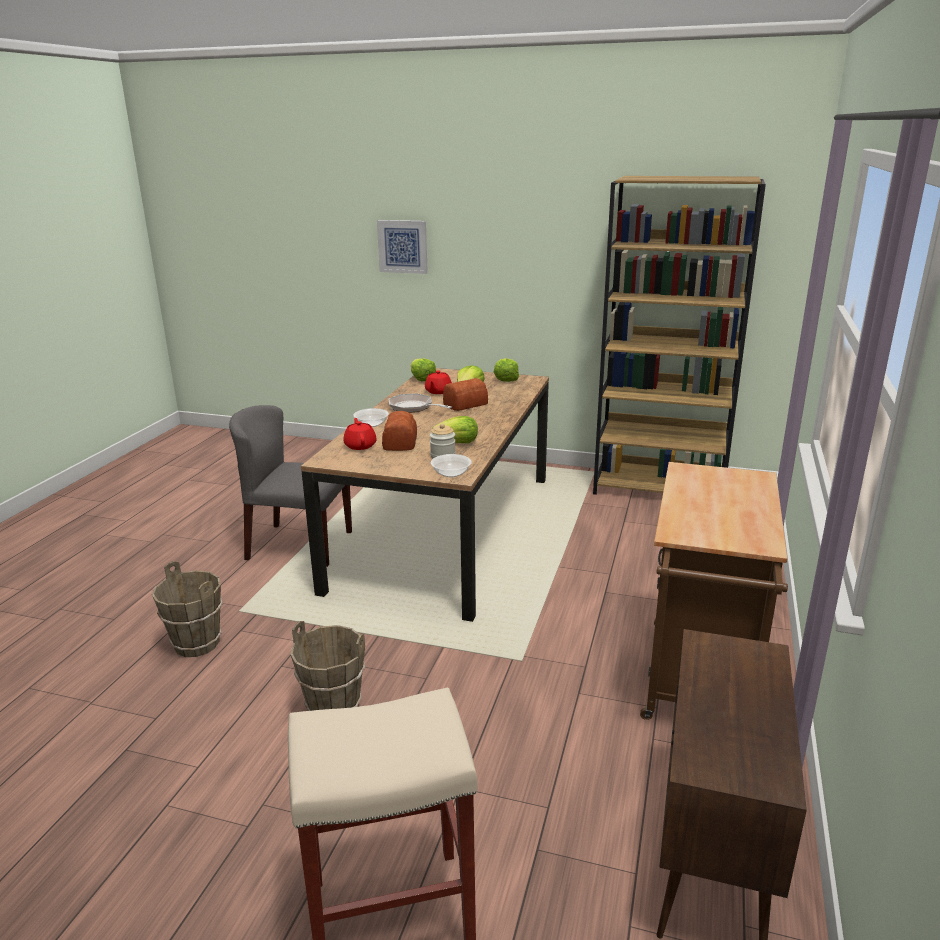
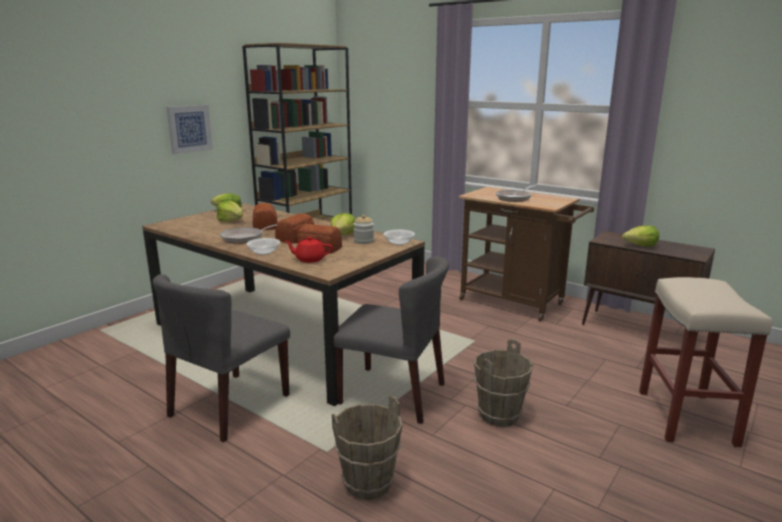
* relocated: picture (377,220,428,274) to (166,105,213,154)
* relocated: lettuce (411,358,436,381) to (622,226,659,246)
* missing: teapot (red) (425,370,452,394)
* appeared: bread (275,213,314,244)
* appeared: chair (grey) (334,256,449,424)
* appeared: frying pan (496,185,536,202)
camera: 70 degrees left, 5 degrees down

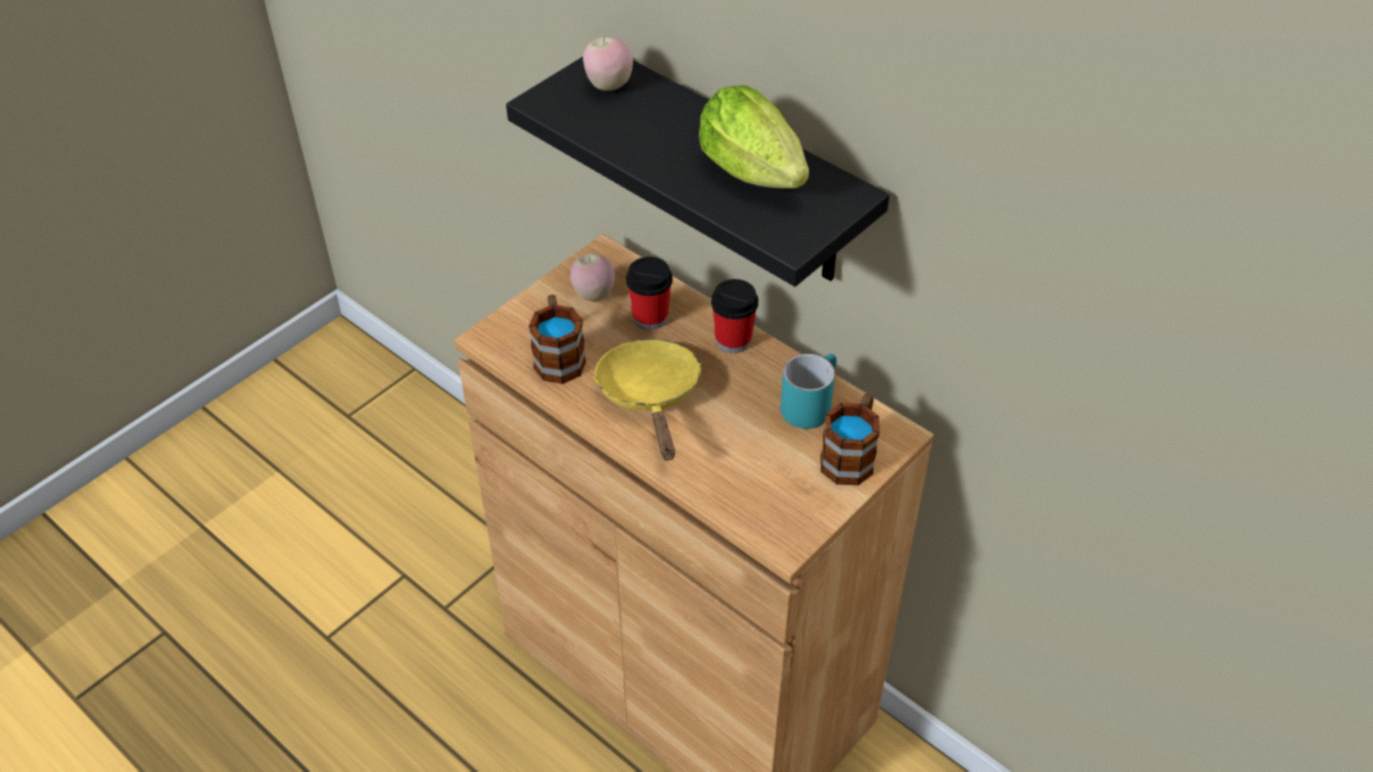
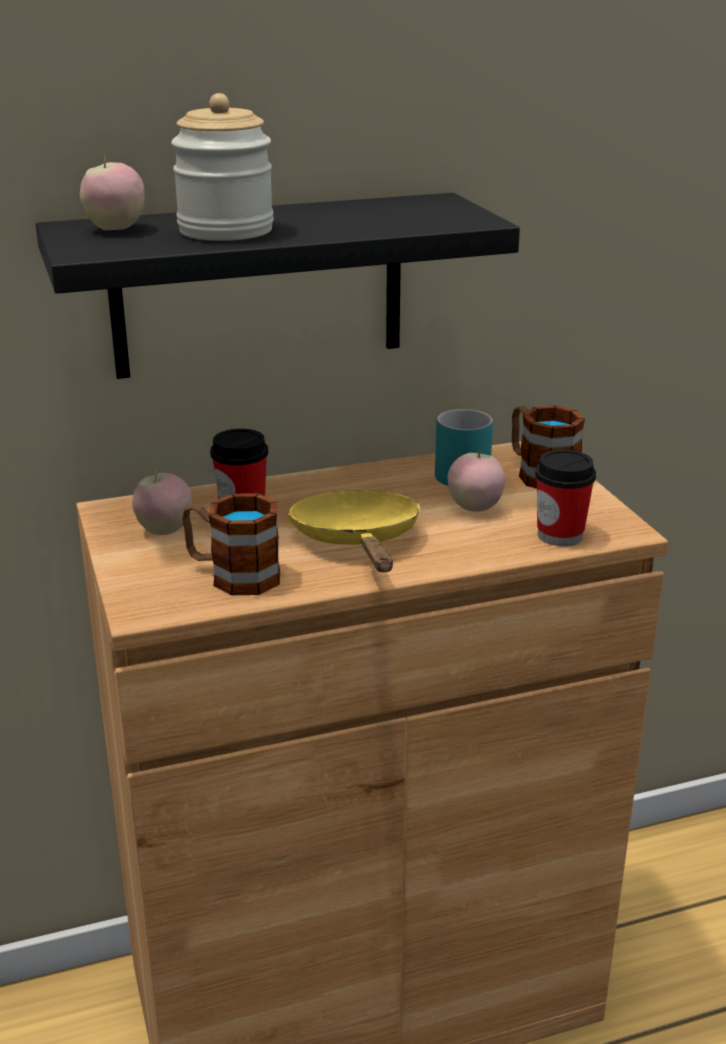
* spun: frying pan (yellow) (593,339,702,460) = (287,490,421,572) 60 degrees clockwise
* missing: lettuce (698,85,809,189)
* relocated: cup (711,279,758,353) to (535,450,596,546)
* appeared: jar (171,93,274,241)
* appeared: apple (447,447,505,512)
camera: 60 degrees left, 20 degrees down

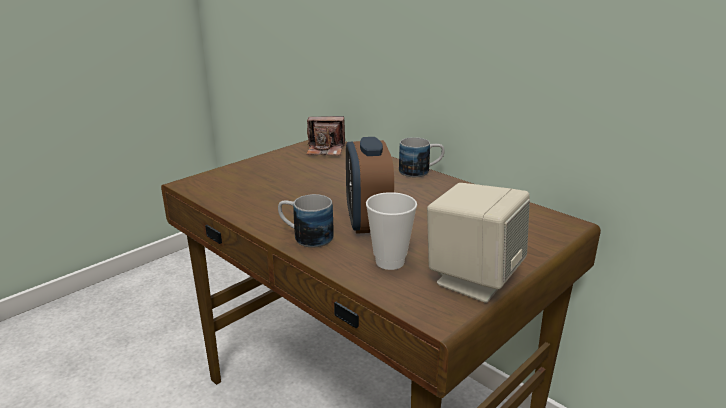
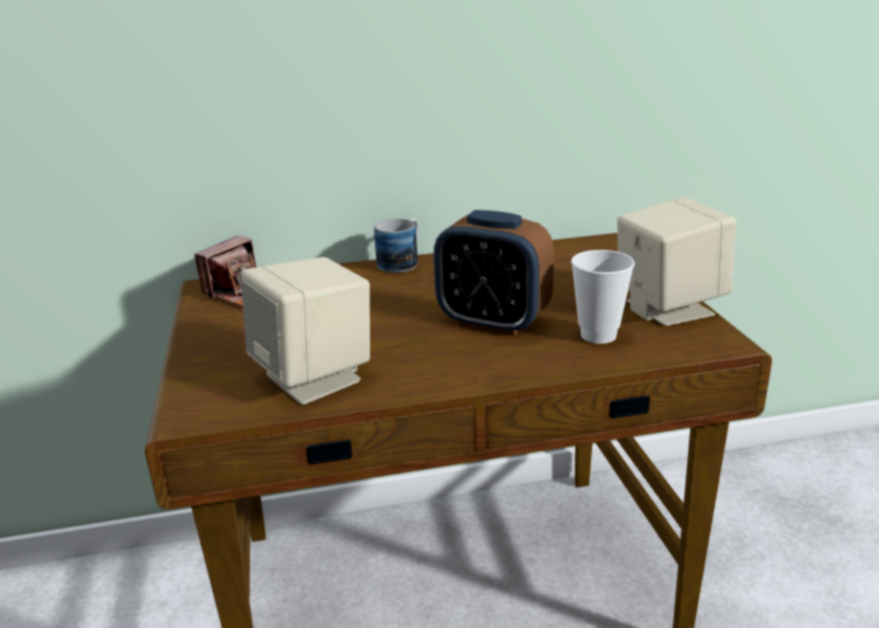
* missing: mug (278,194,334,247)
* appeared: speaker (beige) (241,257,370,405)
camera: 55 degrees left, 0 degrees up

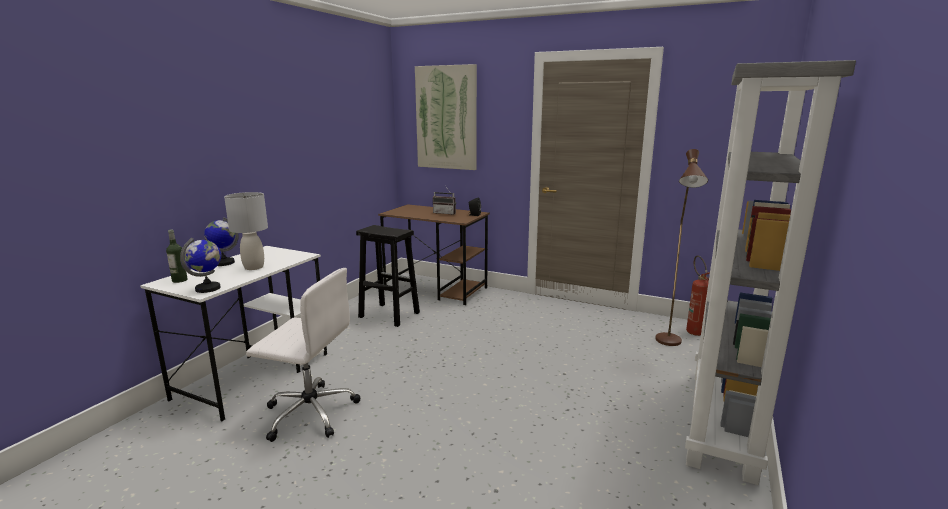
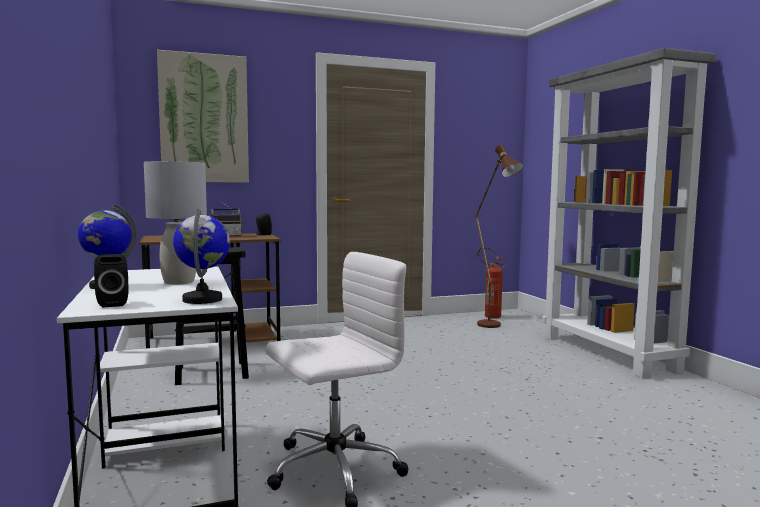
* exchanged: bottle (166,229,188,283) to speaker (black) (94,254,128,307)
camera: 45 degrees left, 10 degrees down

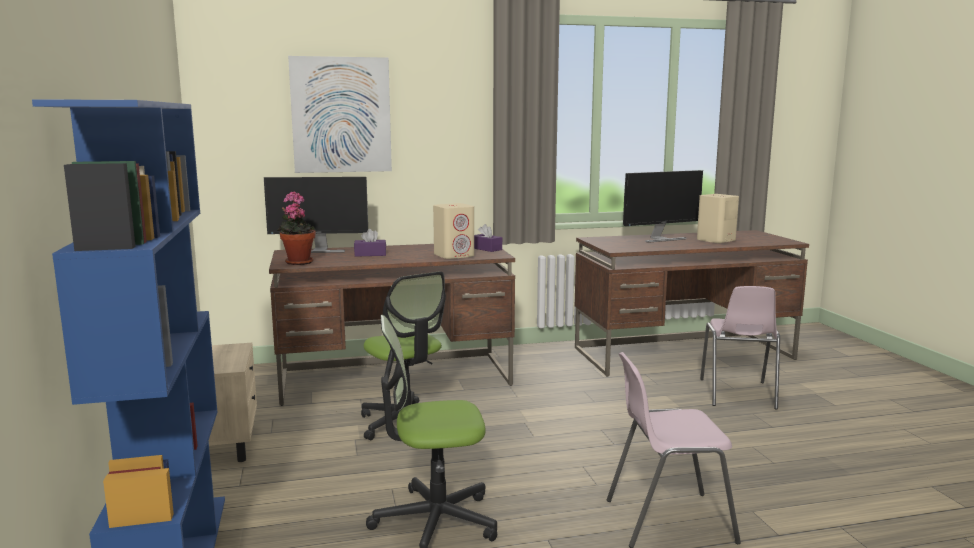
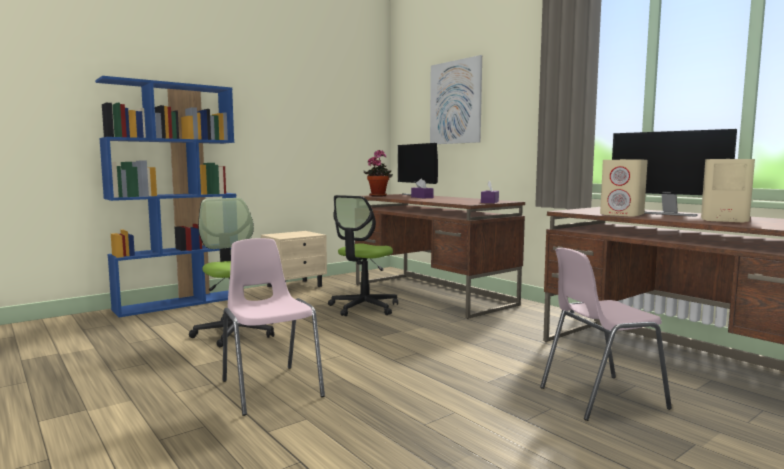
* relocated: speaker (beige) (433,203,474,259) to (600,159,648,217)
camera: 65 degrees right, 5 degrees down

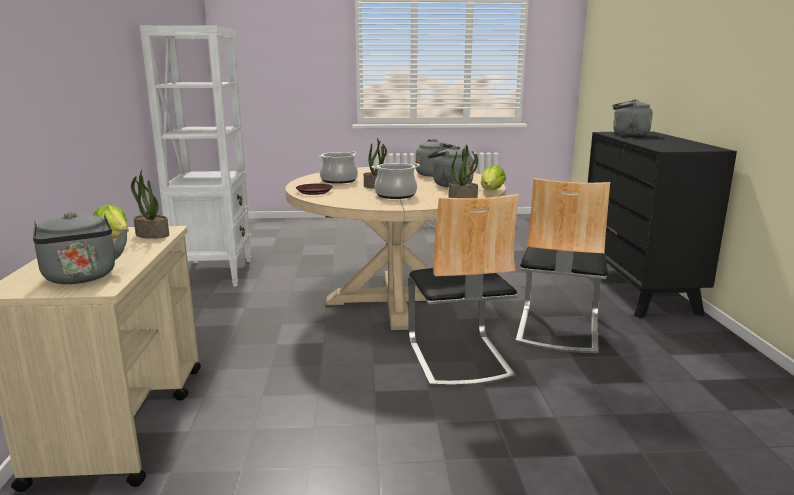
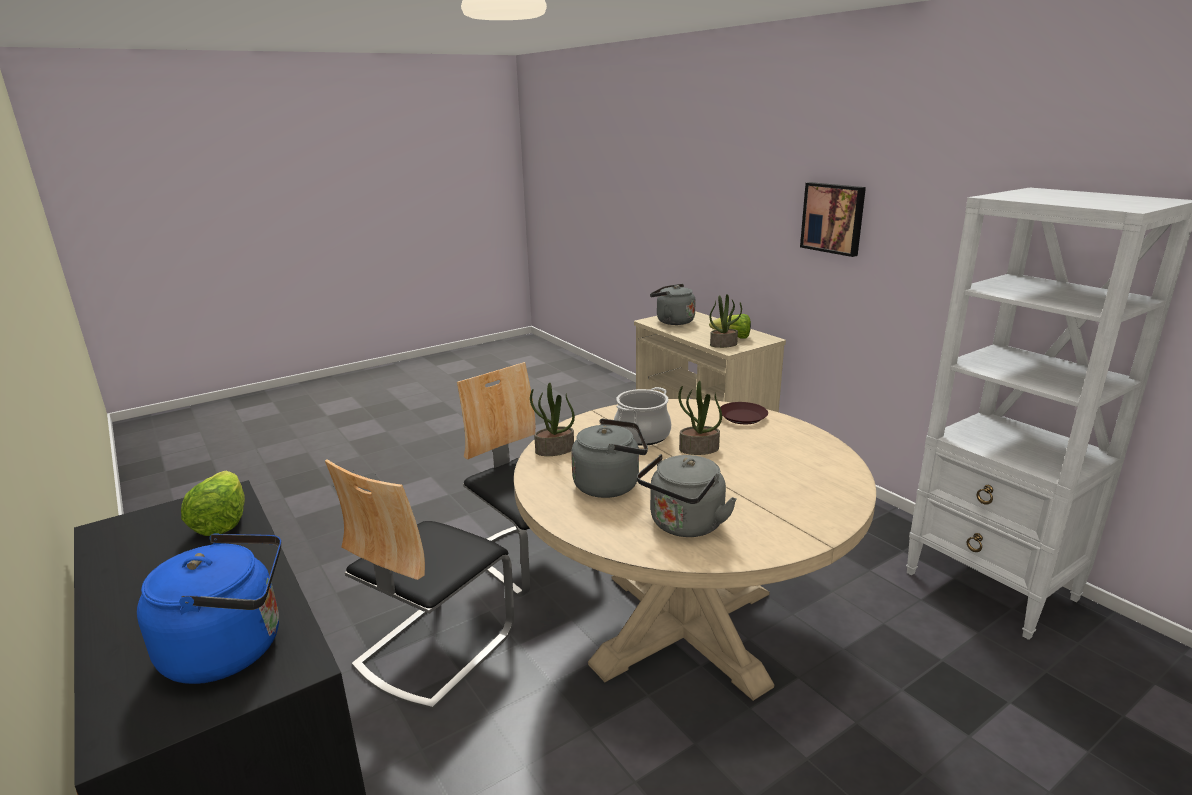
* missing: cooking pot (319,151,358,184)
* relocated: lettuce (481,165,506,190) to (181,471,245,536)
* spun: chair (516,178,610,353) = (325,459,514,710) 135 degrees counterclockwise
* colour: kettle (grey) (612,99,653,136) to kettle (blue) (137,533,281,684)
* appeared: picture (800,182,866,257)
camera: 150 degrees right, 5 degrees up

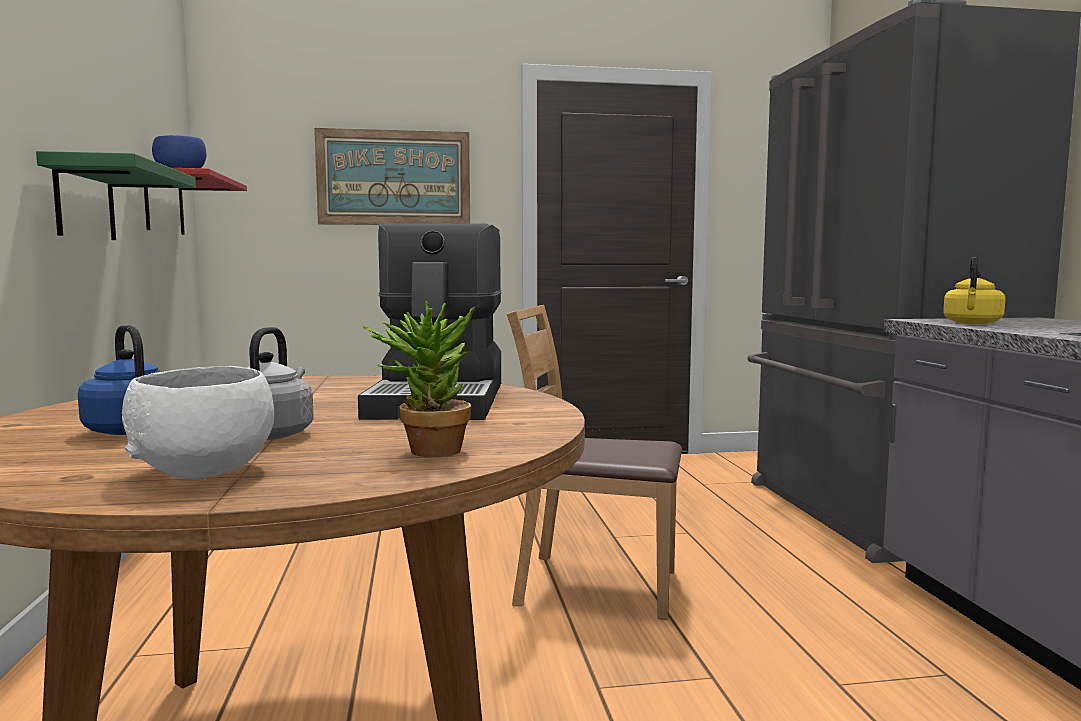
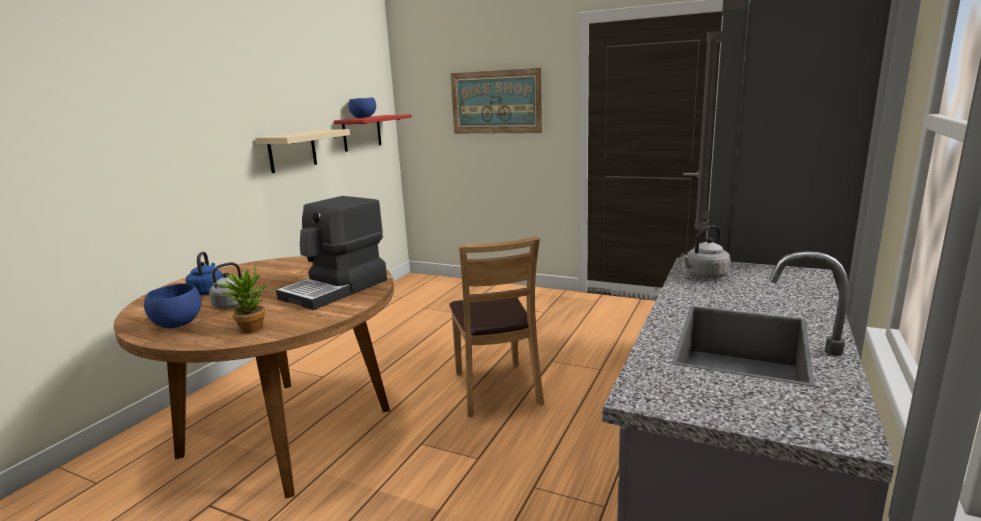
* colour: shelf (green) (36,151,196,240) to shelf (beige) (255,129,350,173)
* colour: bowl (white) (122,366,274,479) to bowl (blue) (144,283,201,328)
* spun: chair (brown) (507,305,682,620) = (449,236,544,417) 150 degrees counterclockwise
* colour: kettle (yellow) (943,257,1006,324) to kettle (grey) (681,225,731,279)
camera: 35 degrees right, 10 degrees up

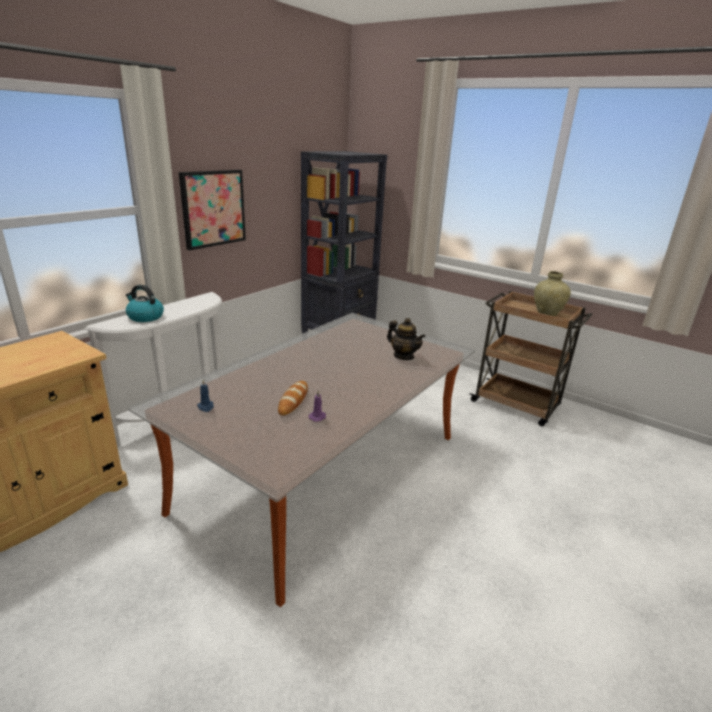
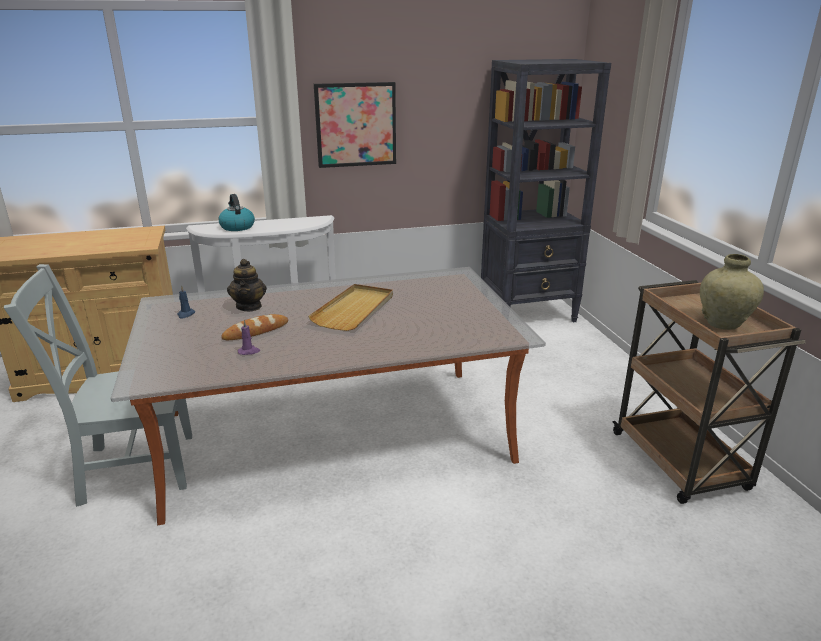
* relocated: teapot (387,318,426,360) to (227,259,267,311)
* appeared: chair (grey) (4,264,192,507)
* appeared: tray (beige) (308,284,393,331)
camera: 40 degrees right, 0 degrees up

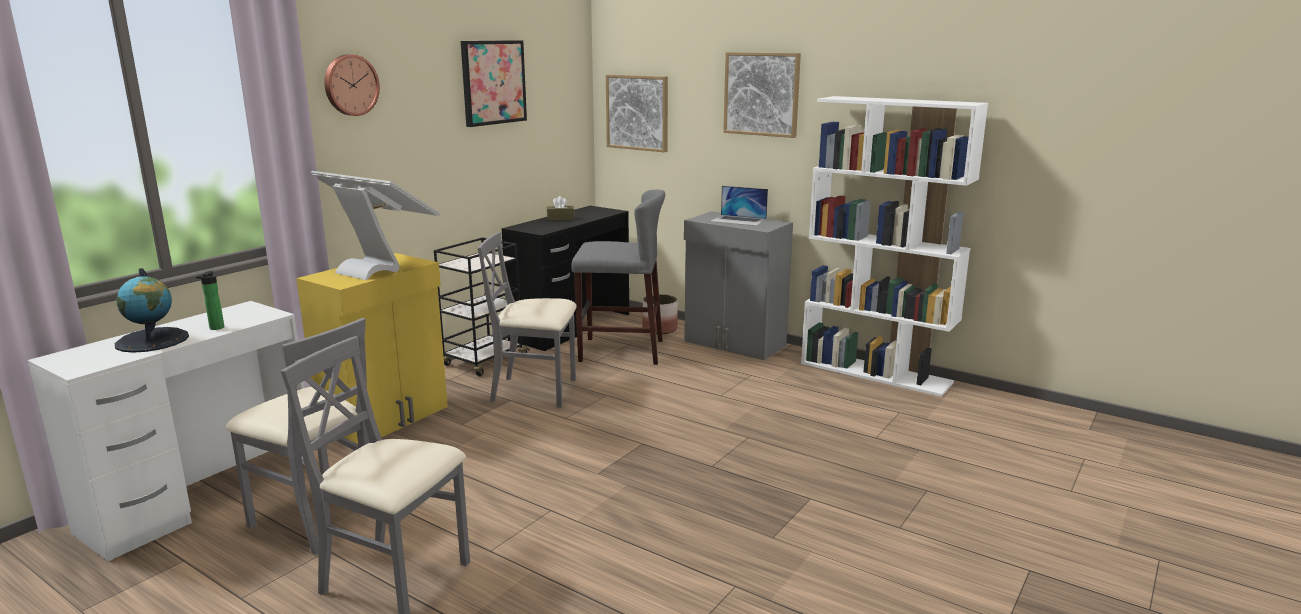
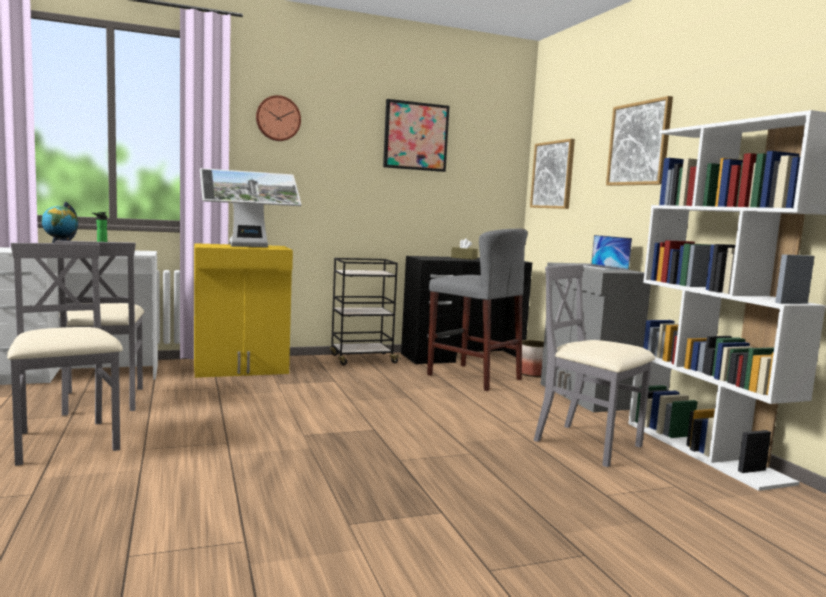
* spun: monitor (310,171,441,280) = (200,168,301,247) 90 degrees clockwise
* relocated: chair (grey) (478,232,577,408) to (534,264,655,467)
camera: 35 degrees right, 10 degrees down

